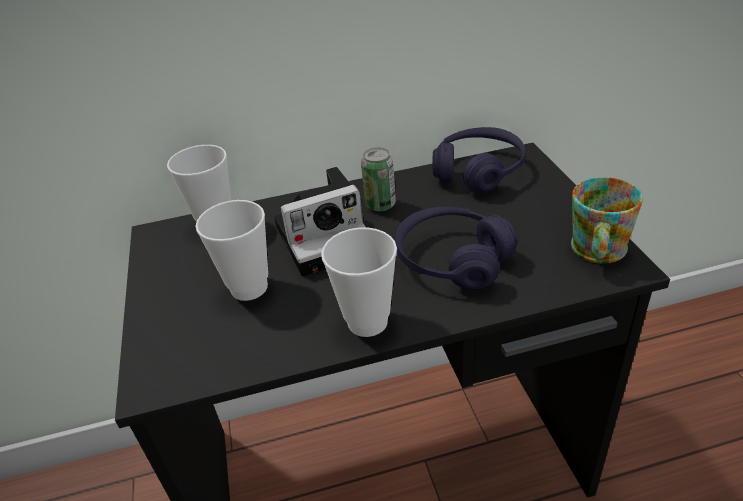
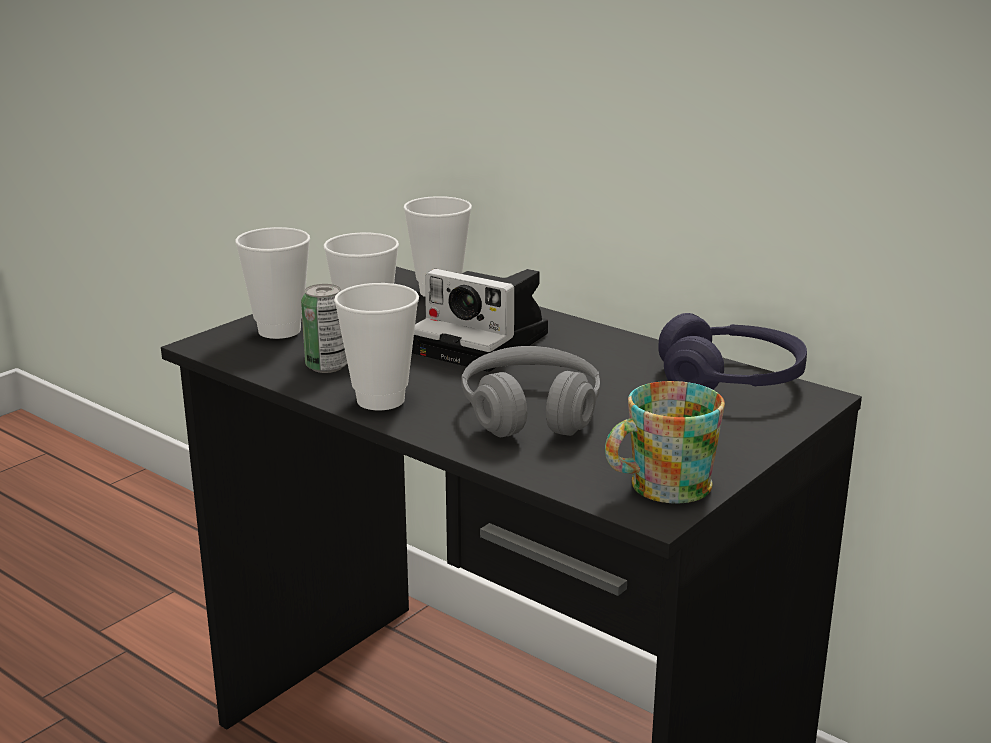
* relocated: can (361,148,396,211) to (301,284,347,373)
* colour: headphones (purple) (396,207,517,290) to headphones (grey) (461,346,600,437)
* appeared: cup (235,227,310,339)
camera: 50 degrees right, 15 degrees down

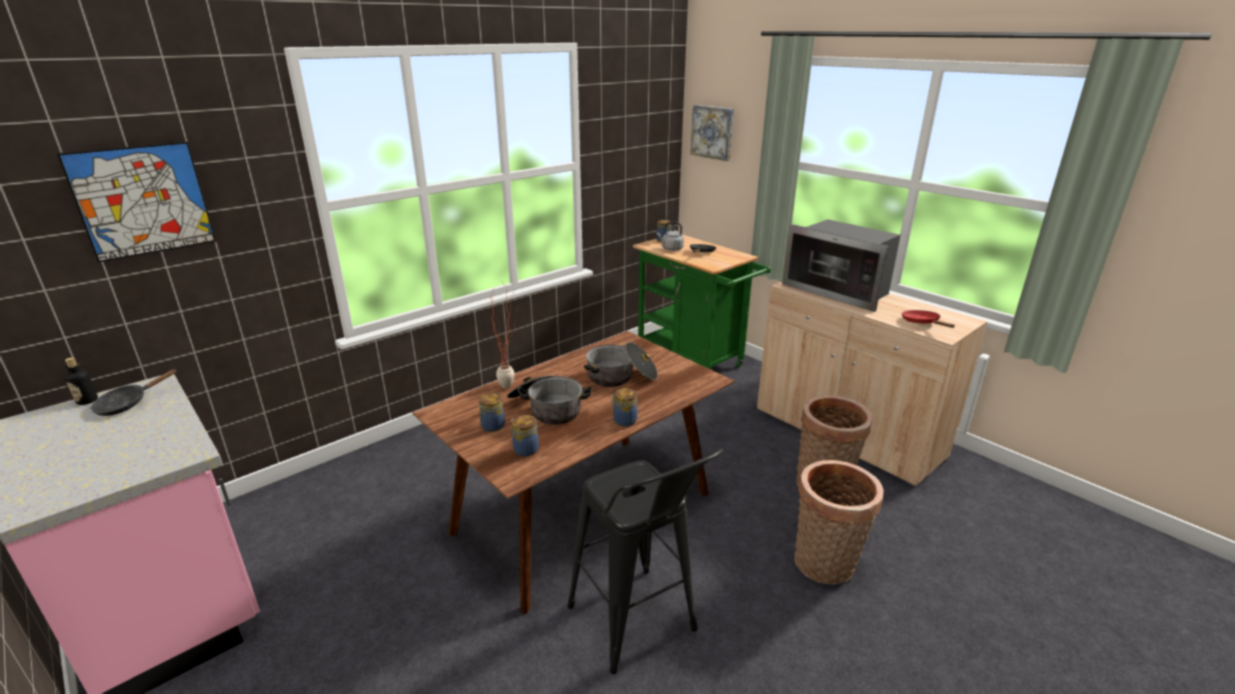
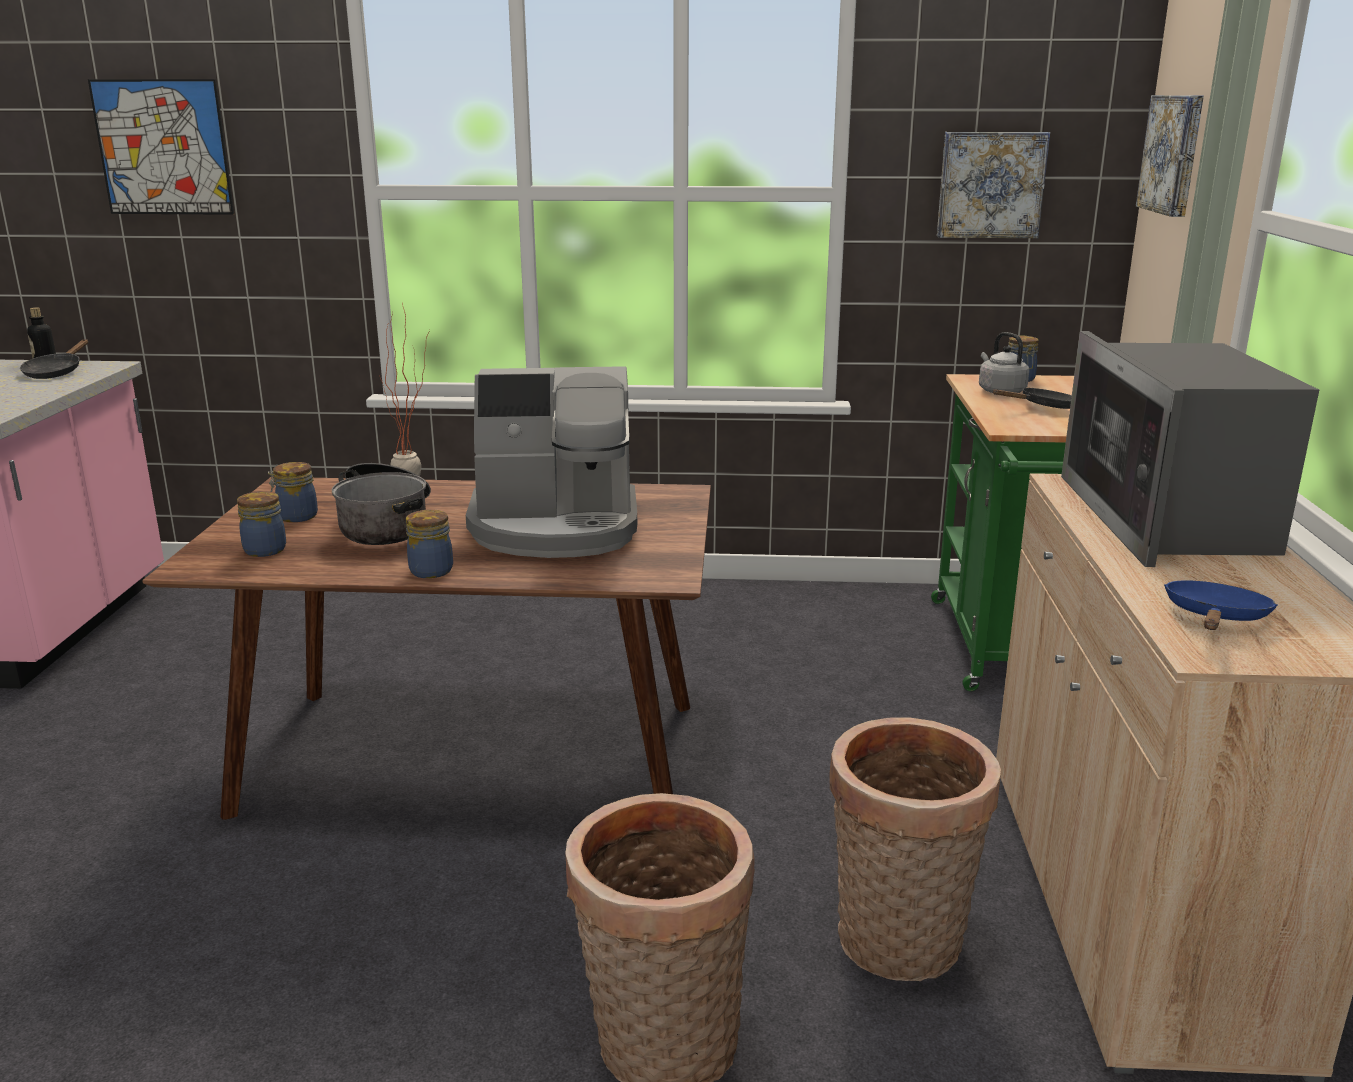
* spun: frying pan (black) (91,369,177,416) = (20,340,88,379) 75 degrees counterclockwise
* missing: stool (black) (567,449,724,674)
* exchanged: cooking pot (584,342,658,387) to coffee machine (466,366,637,558)
* colour: frying pan (red) (902,310,955,328) to frying pan (blue) (1164,580,1278,630)
* appeared: picture (937,132,1050,238)
camera: 45 degrees right, 5 degrees down

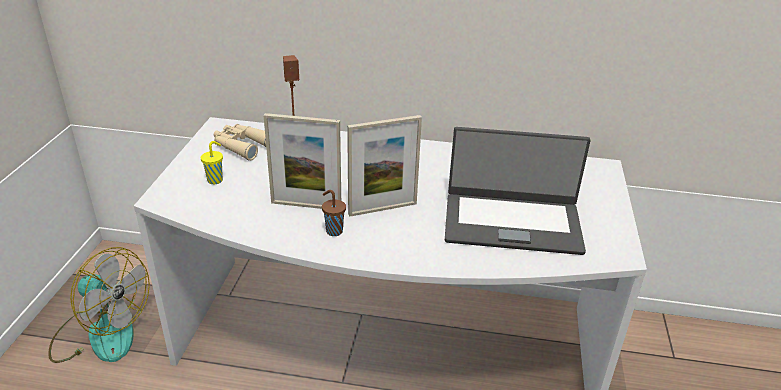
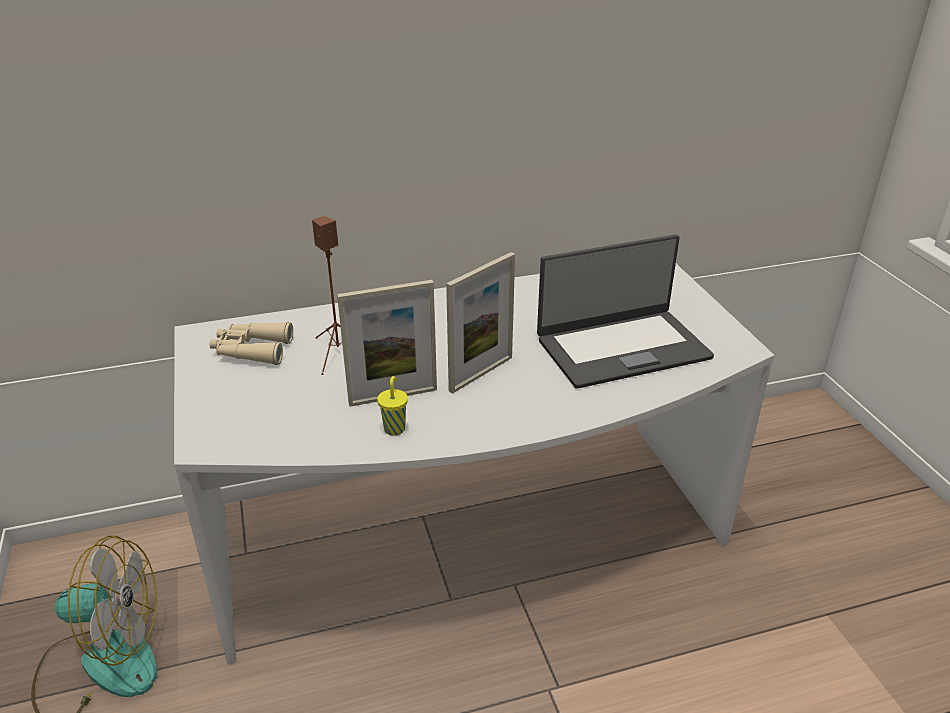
* relocated: cup (yellow) (201,141,223,184) to (377,376,408,436)
* missing: cup (brown) (322,190,346,236)
camera: 25 degrees left, 0 degrees up

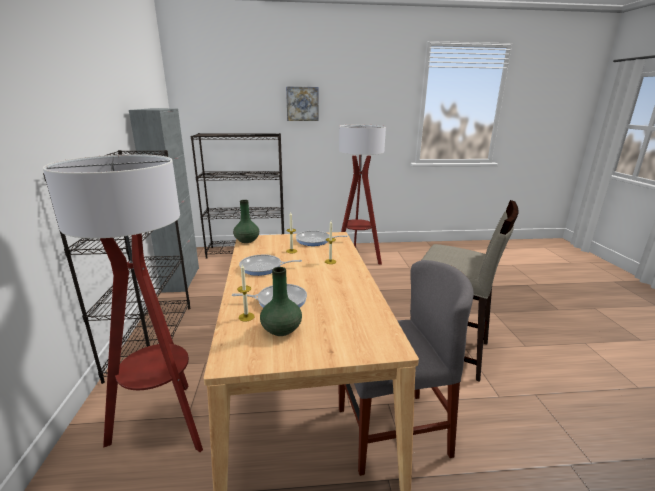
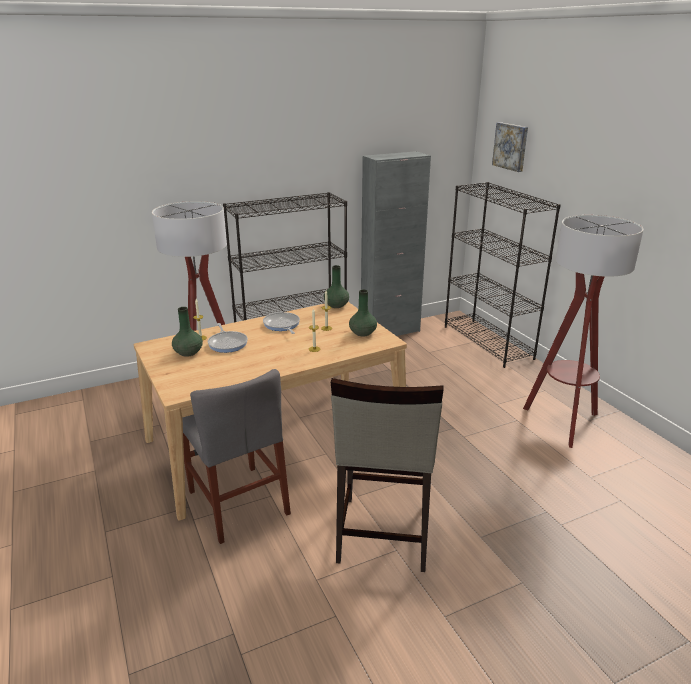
* relocated: picture (286,86,318,121) to (492,122,528,172)
* exchanged: frying pan (296,231,348,246) to vase (green) (349,289,377,337)
camera: 70 degrees right, 5 degrees up

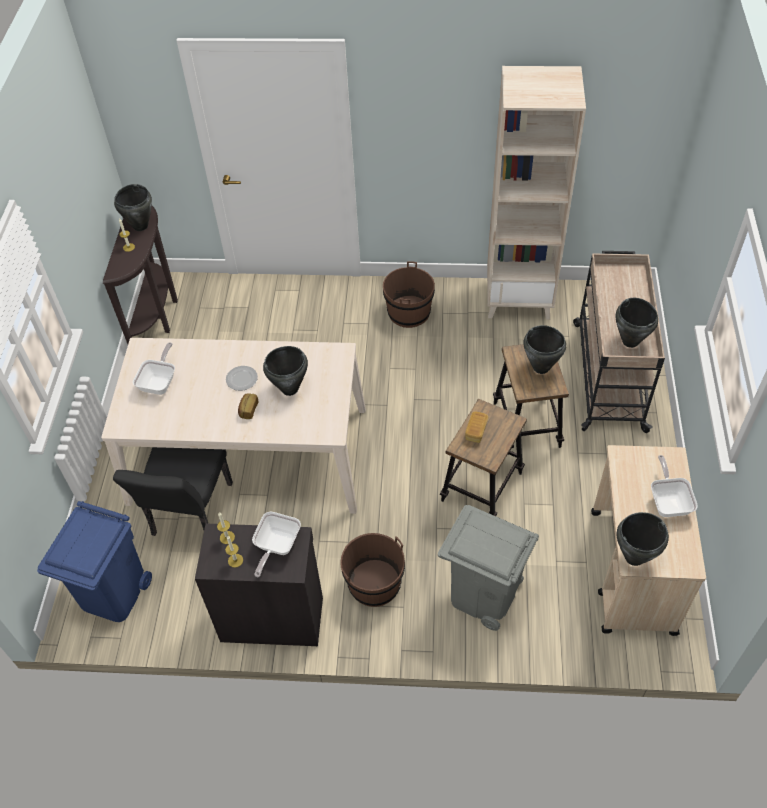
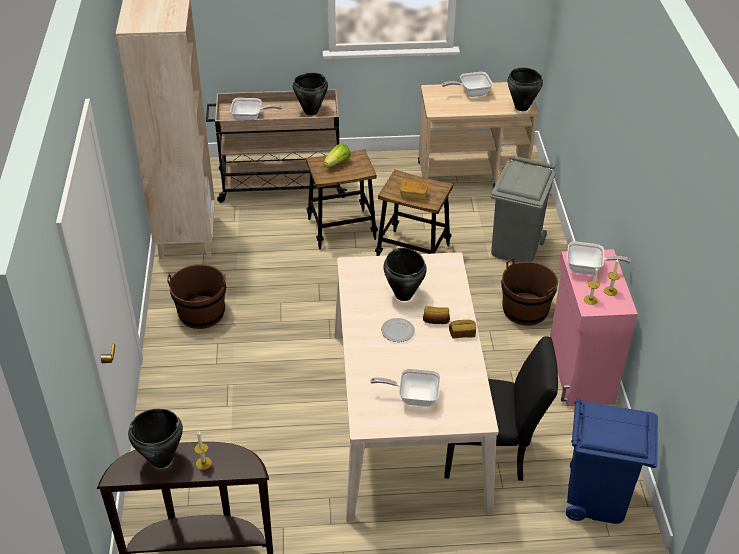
* colour: cabinet (black) (195,523,323,646) to cabinet (pink) (550,249,638,406)
* exchanged: cooking pot (black) (523,325,566,374) to lettuce (324,144,351,168)
* appeared: frying pan (230,98,282,120)
* appeared: bread (449,320,476,339)
camera: 100 degrees left, 10 degrees down

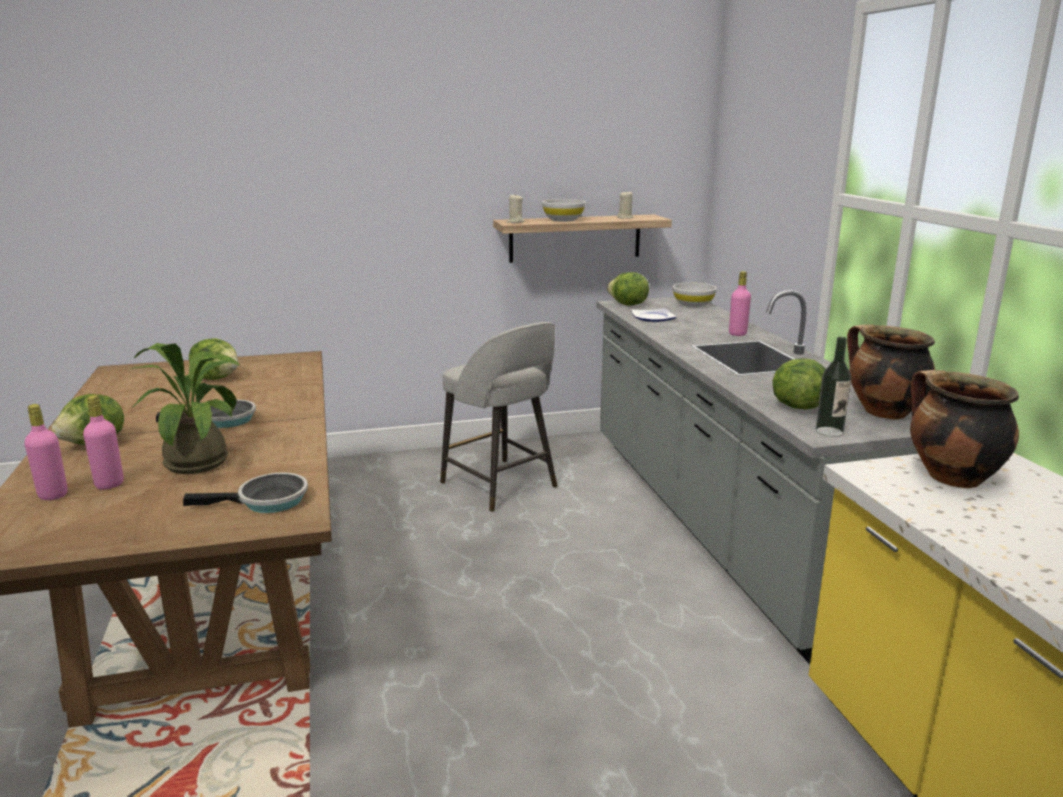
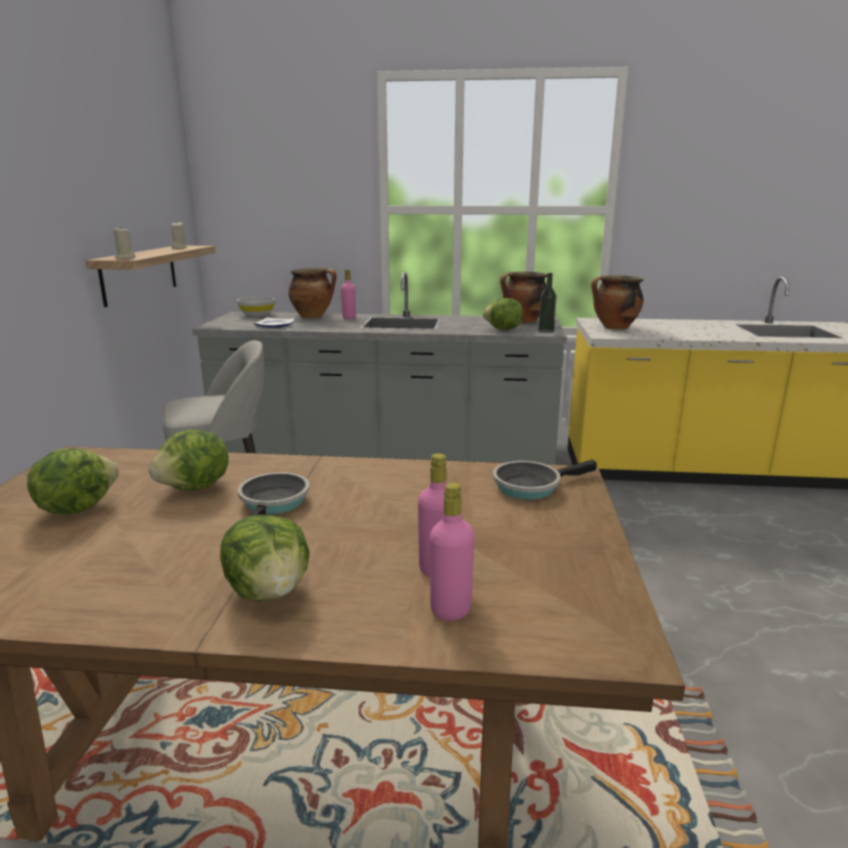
* missing: potted plant (130,343,240,474)
* spun: frying pan (183,473,308,513) = (493,459,597,500) 120 degrees counterclockwise
* missing: bowl (white) (542,199,585,222)
* relocated: lettuce (607,272,649,306) to (148,429,229,490)
* appeared: cooking pot (288,268,337,318)
camera: 70 degrees left, 0 degrees up

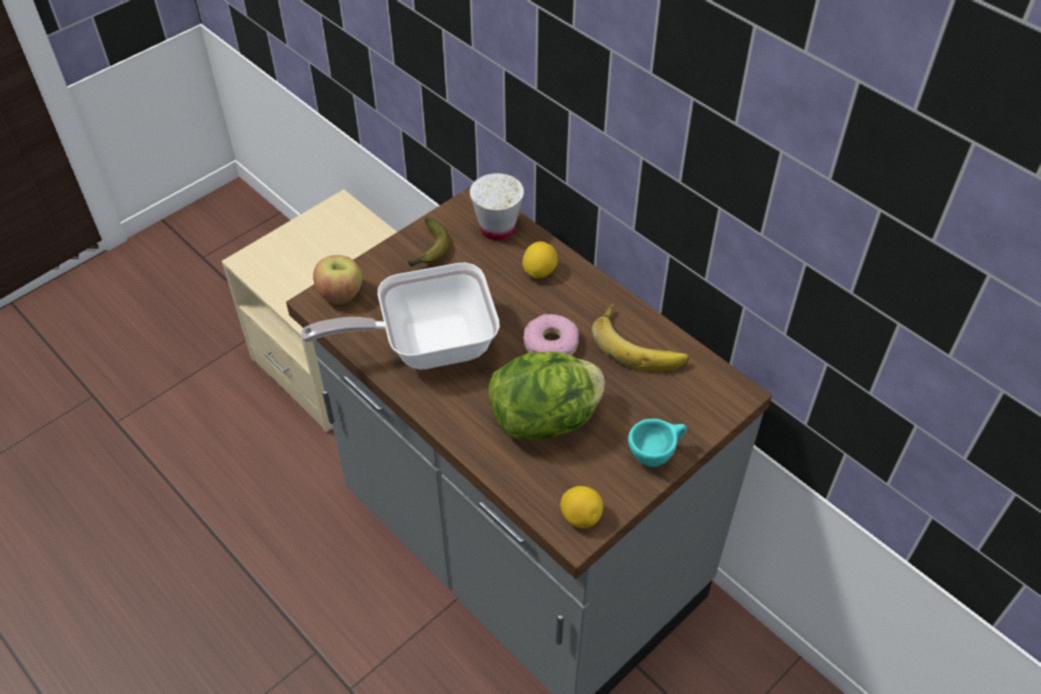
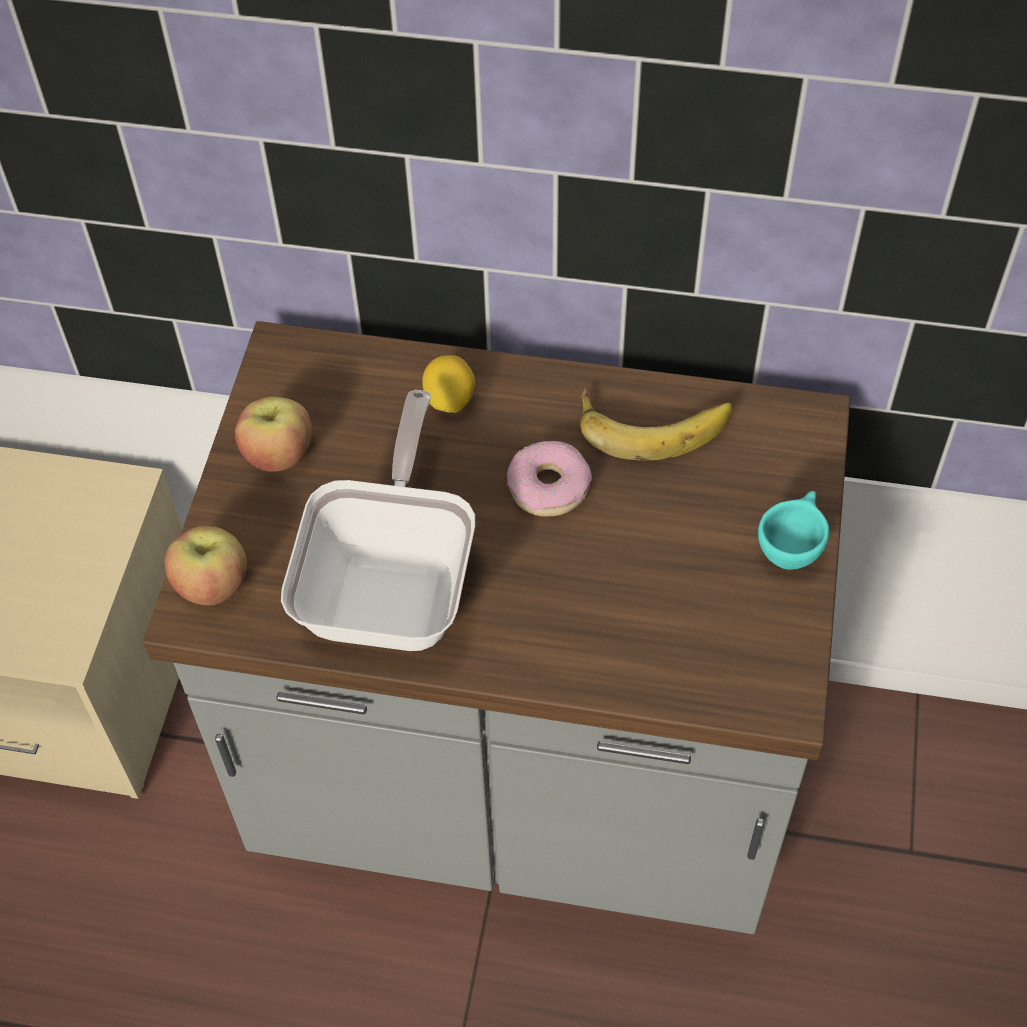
* spun: frying pan (301,262,500,369) = (281,390,475,651) 150 degrees clockwise
* exchanged: banana (408,218,450,267) to apple (235,397,312,472)
* missing: cup (white) (470,173,524,240)
* missing: lettuce (488,352,605,441)
* missing: lemon (560,486,603,528)
camera: 35 degrees left, 5 degrees up

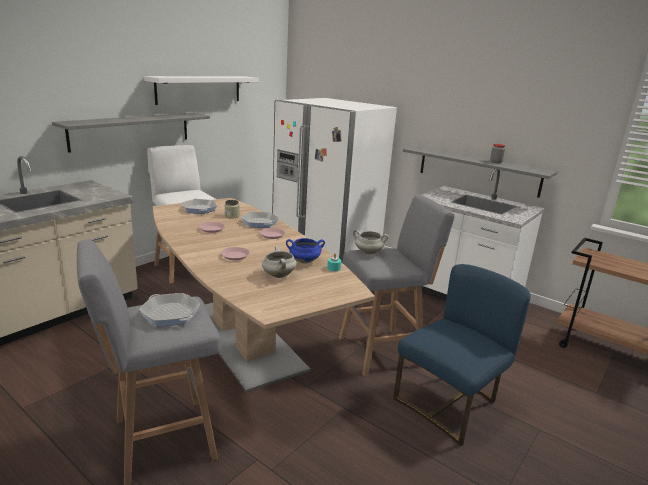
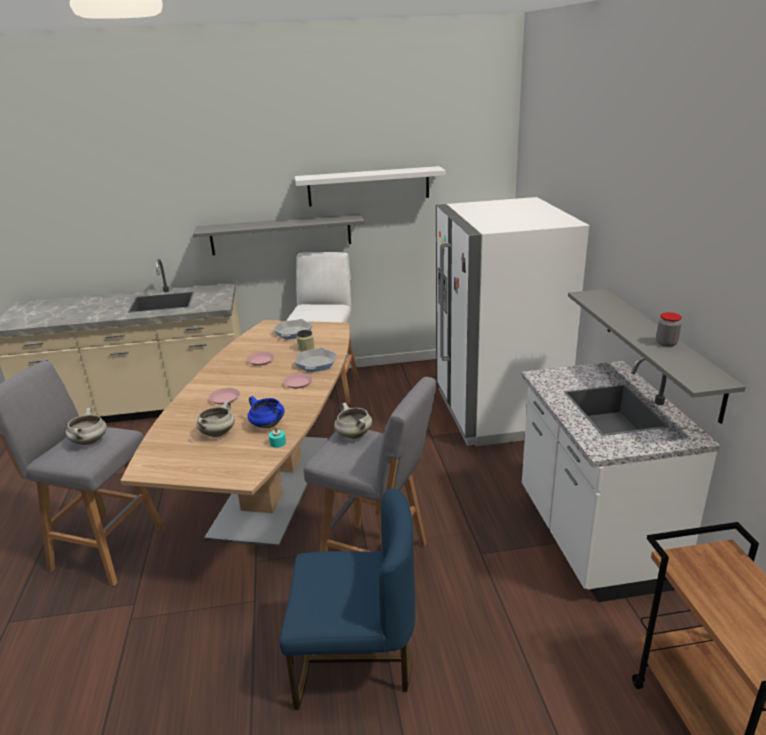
* exchanged: frying pan (139,293,200,327) to cooking pot (white) (66,408,107,445)
camera: 45 degrees right, 5 degrees up

